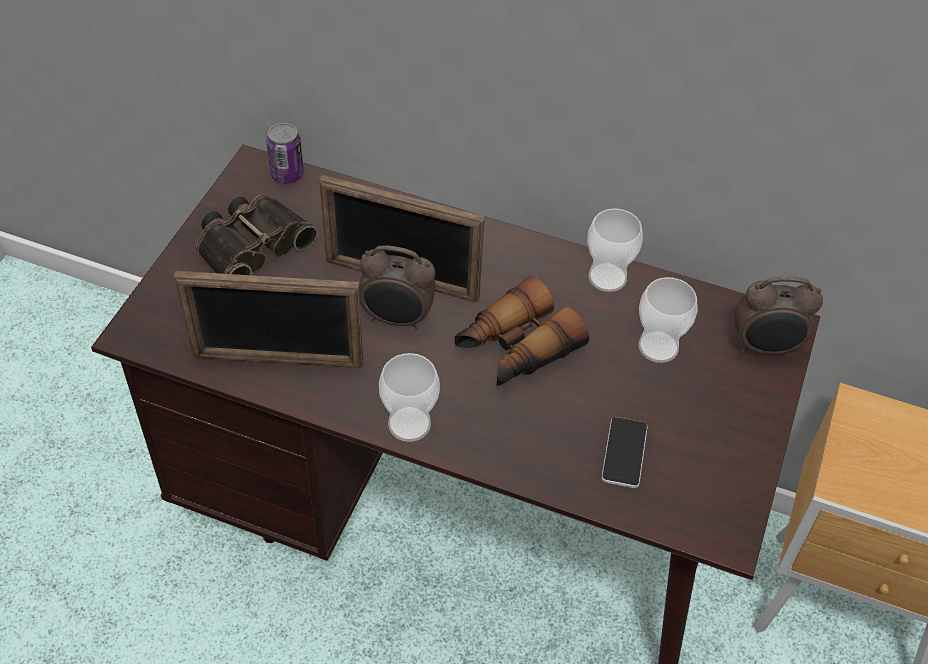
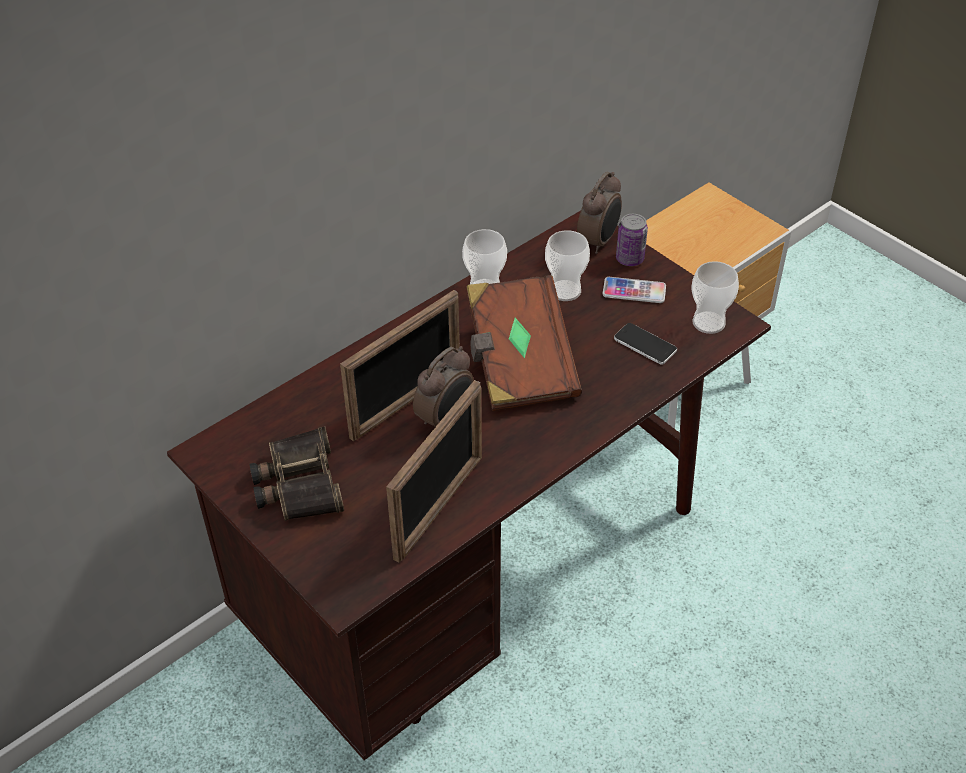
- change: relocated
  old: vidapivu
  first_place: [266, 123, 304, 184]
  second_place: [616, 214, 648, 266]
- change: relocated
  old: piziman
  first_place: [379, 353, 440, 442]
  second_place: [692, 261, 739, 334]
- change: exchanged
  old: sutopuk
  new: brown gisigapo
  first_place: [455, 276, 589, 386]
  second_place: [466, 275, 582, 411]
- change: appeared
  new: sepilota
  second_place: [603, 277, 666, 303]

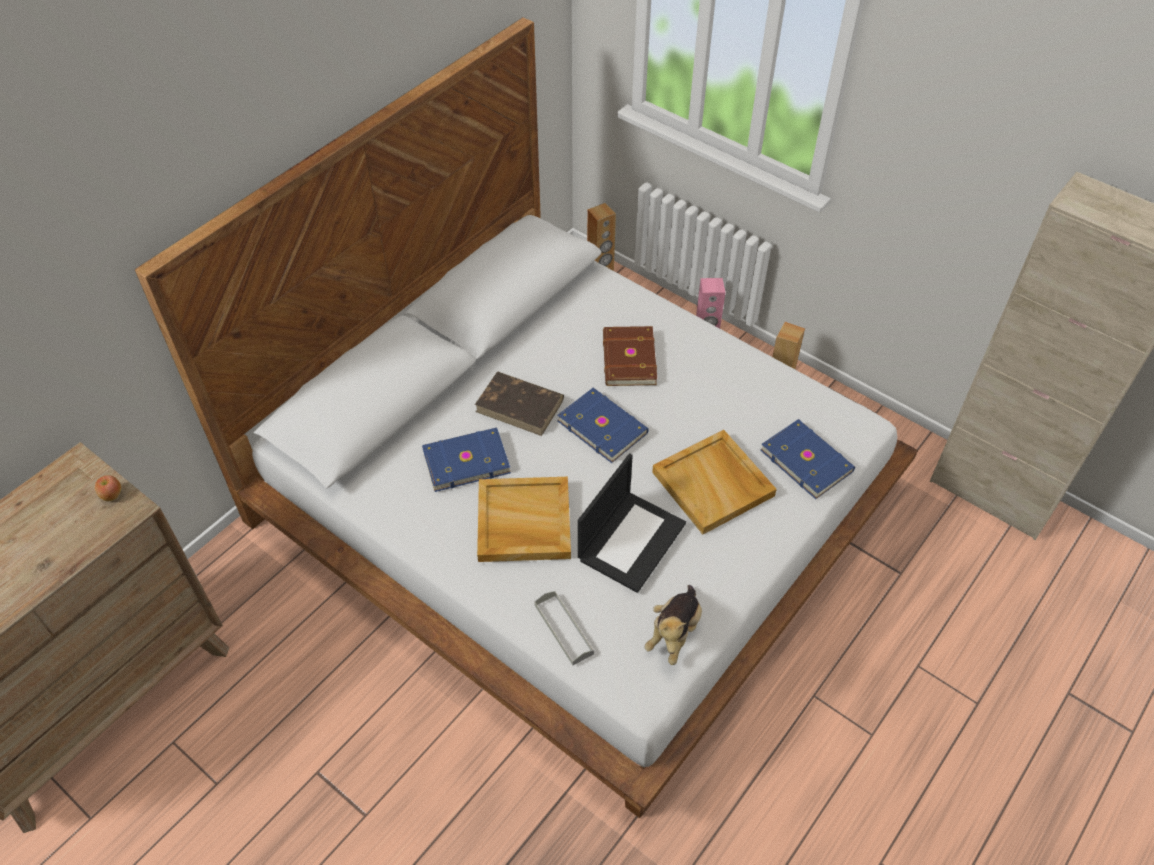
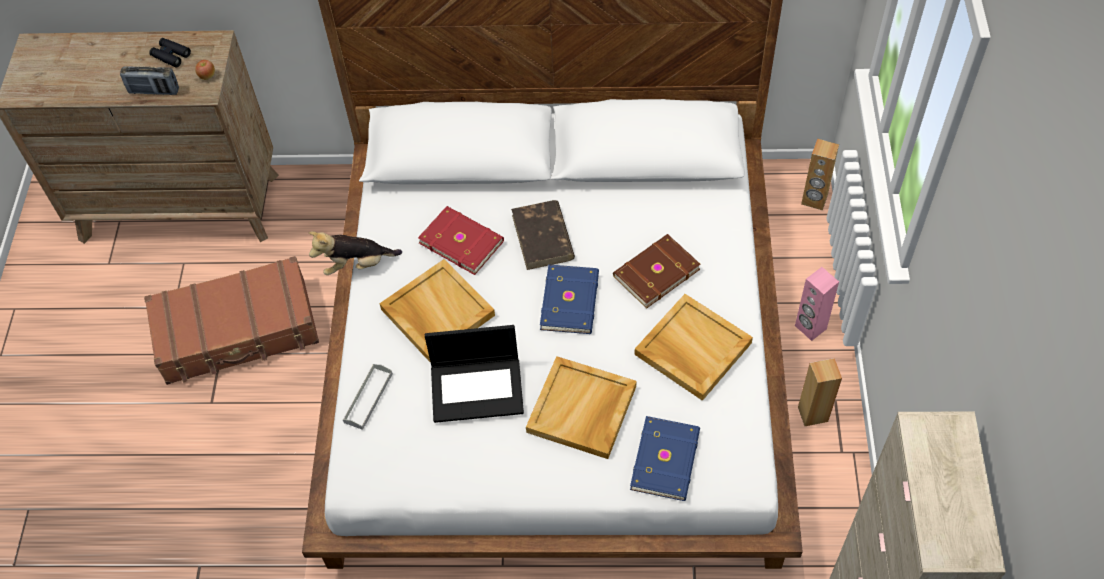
- change: colour
  old: blue gisigapo
  new: red gisigapo
  first_place: [422, 428, 511, 492]
  second_place: [418, 206, 504, 275]
- change: relocated
  old: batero
  first_place: [645, 585, 702, 665]
  second_place: [309, 231, 402, 275]
- change: appeared
  new: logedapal
  second_place: [120, 67, 179, 95]
- change: appeared
  new: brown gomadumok
  second_place: [144, 256, 319, 385]
- change: appeared
  new: black sutopuk
  second_place: [149, 38, 191, 67]
- change: appeared
  new: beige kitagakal
  second_place: [634, 294, 753, 401]

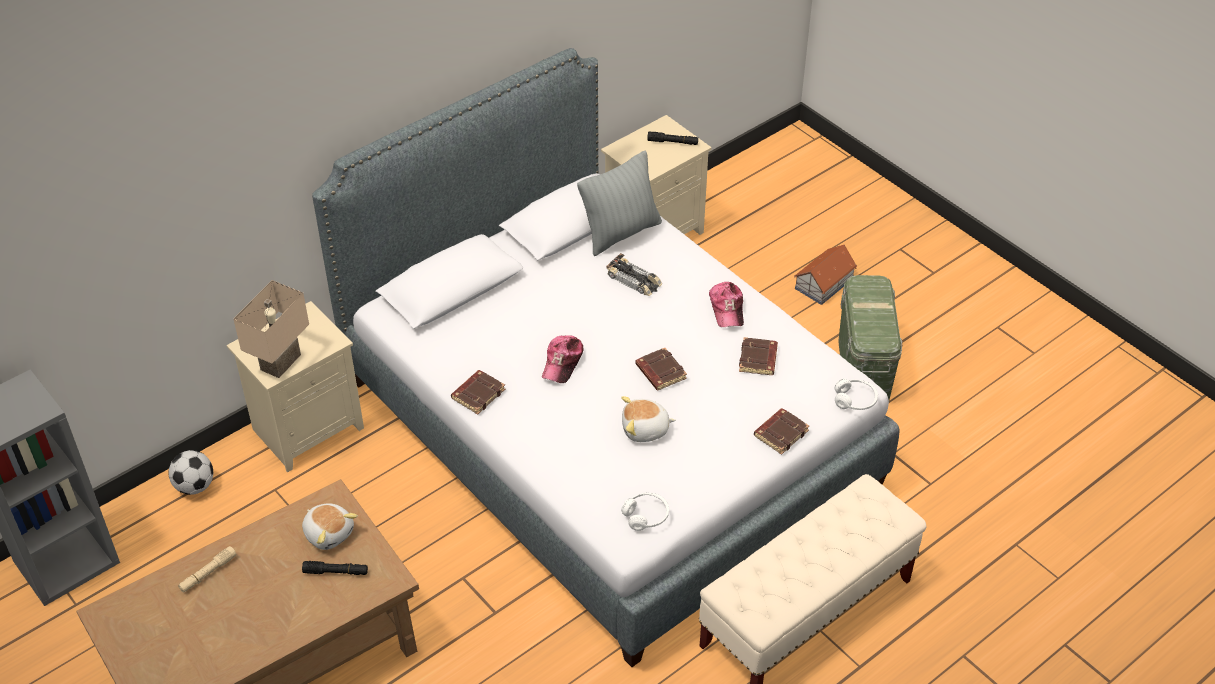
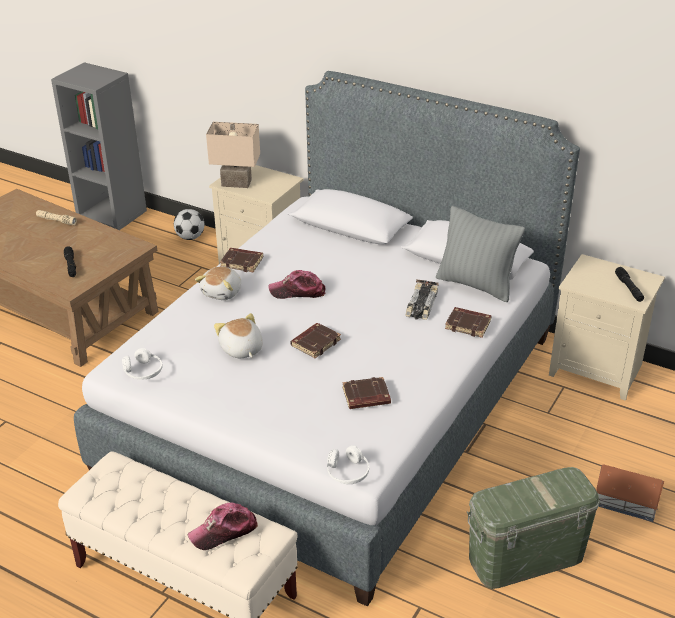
- change: relocated
  old: batero
  first_place: [302, 503, 358, 550]
  second_place: [195, 267, 241, 300]
- change: relocated
  old: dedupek
  first_place: [709, 282, 744, 327]
  second_place: [188, 503, 258, 550]
- change: relocated
  old: brown gisigapo
  first_place: [754, 408, 809, 455]
  second_place: [445, 307, 491, 338]

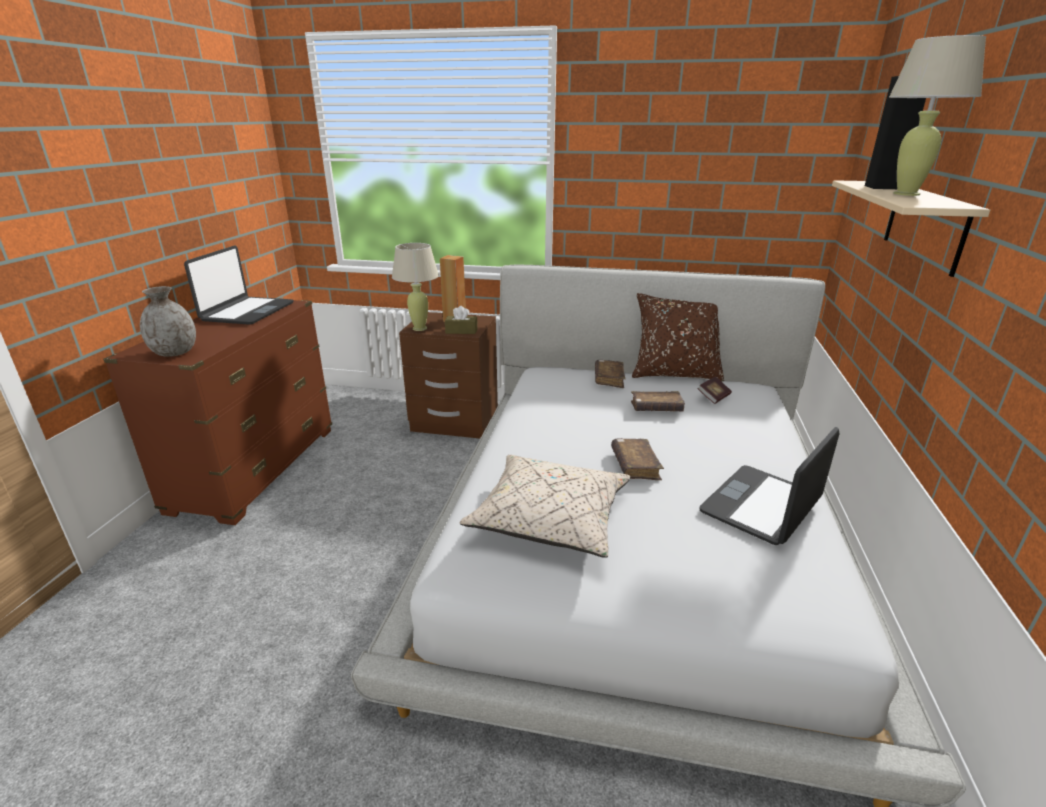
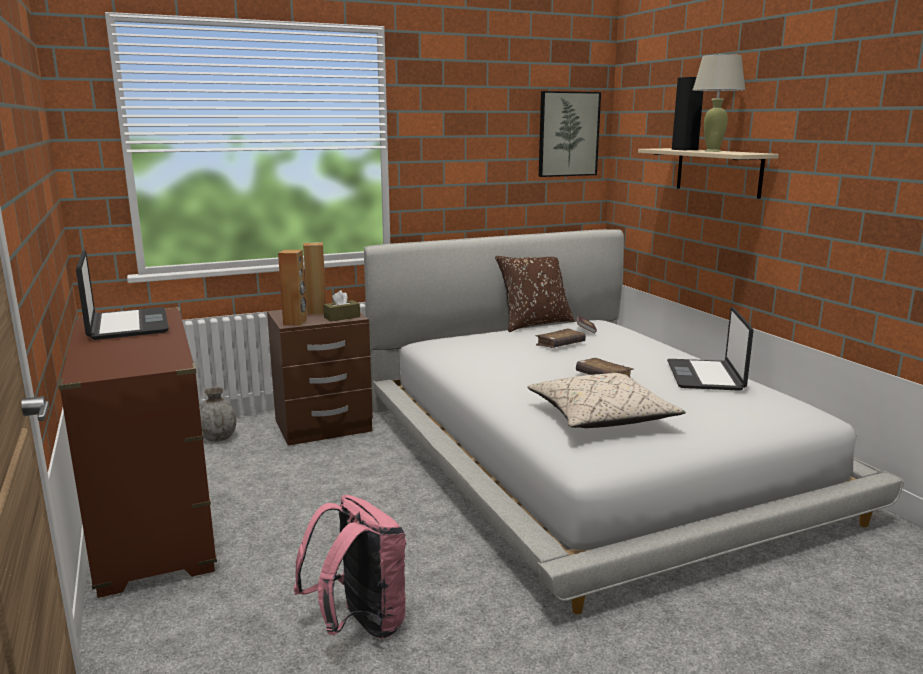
- change: relocated
  old: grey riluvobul
  first_place: [140, 286, 196, 357]
  second_place: [200, 387, 236, 442]
- change: exchanged
  old: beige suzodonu
  new: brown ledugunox
  first_place: [392, 243, 439, 331]
  second_place: [278, 250, 307, 326]
- change: missing
  old: brown gisigapo
  first_place: [595, 360, 626, 388]
- change: appeared
  new: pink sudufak
  second_place: [294, 495, 406, 638]
- change: appeared
  new: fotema
  second_place: [539, 91, 601, 177]

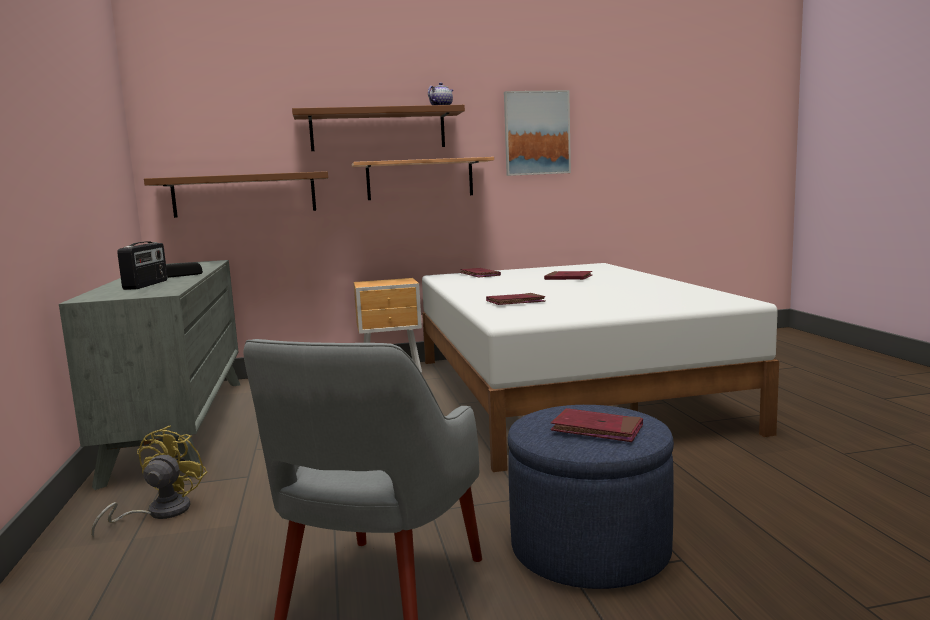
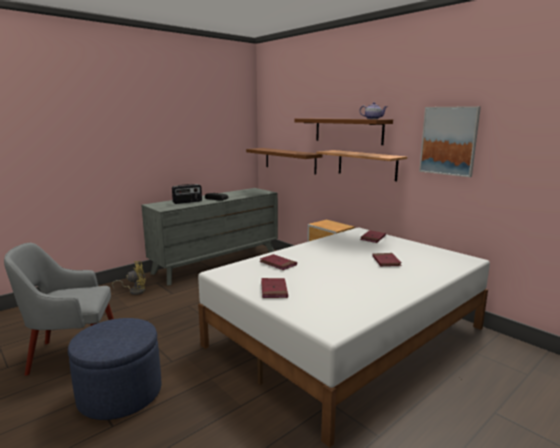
- change: relocated
  old: red gisigapo
  first_place: [550, 408, 643, 442]
  second_place: [261, 278, 288, 298]

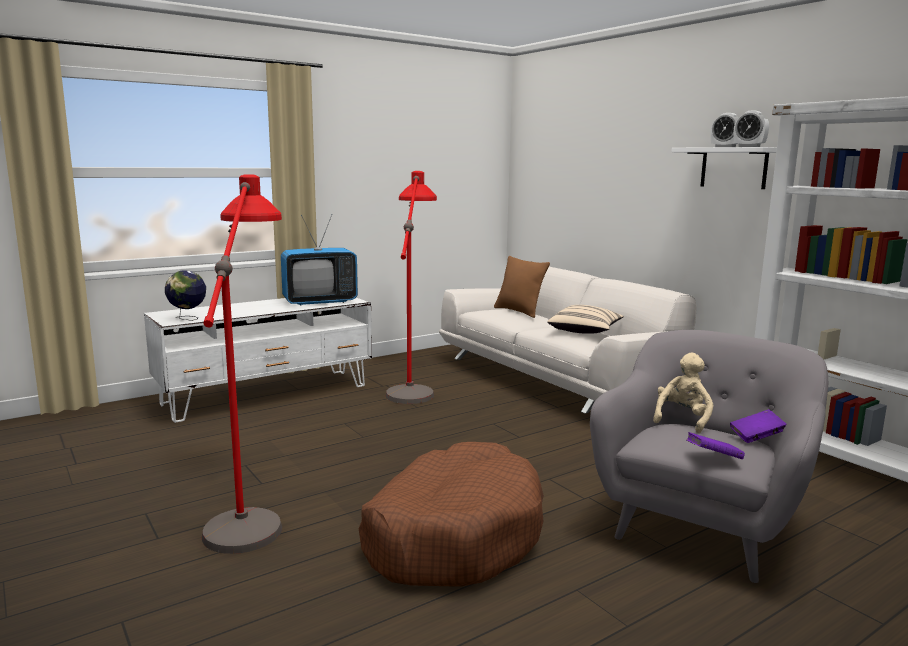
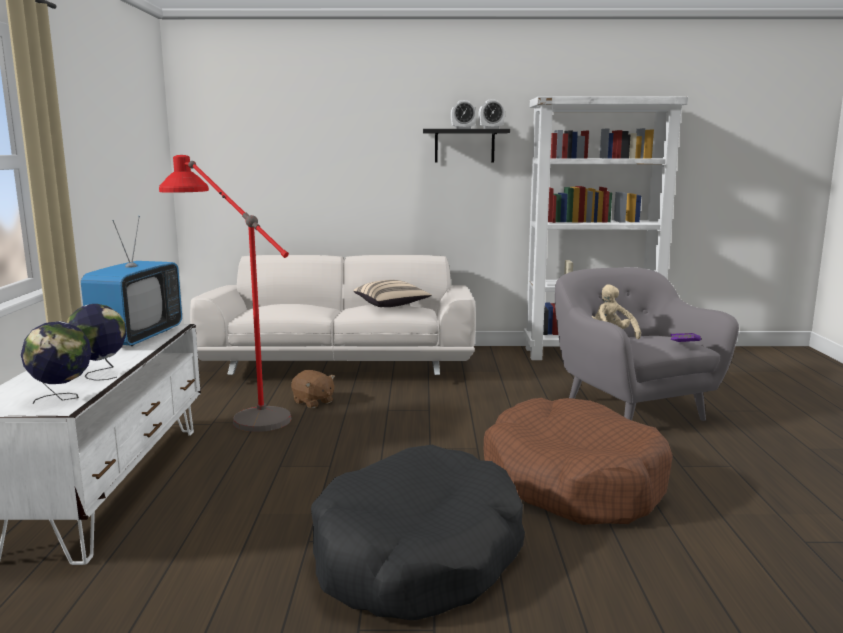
- change: exchanged
  old: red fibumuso
  new: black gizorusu
  first_place: [202, 174, 282, 554]
  second_place: [311, 445, 525, 620]
- change: missing
  old: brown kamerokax
  first_place: [494, 256, 550, 318]
- change: colour
  old: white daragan
  new: black daragan
  first_place: [671, 147, 777, 189]
  second_place: [423, 129, 510, 163]
- change: missing
  old: purple gisigapo
  first_place: [730, 409, 787, 443]
- change: appeared
  new: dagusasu
  second_place: [67, 304, 127, 381]
- change: appeared
  new: brown batero
  second_place: [291, 370, 335, 408]

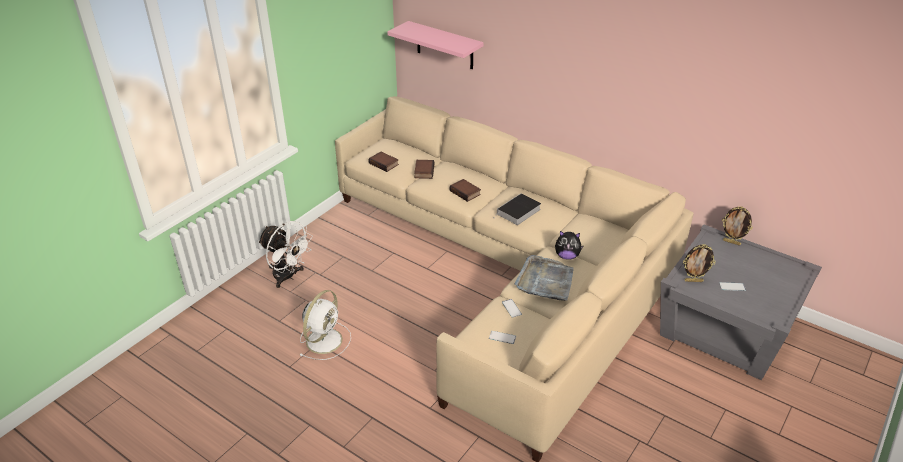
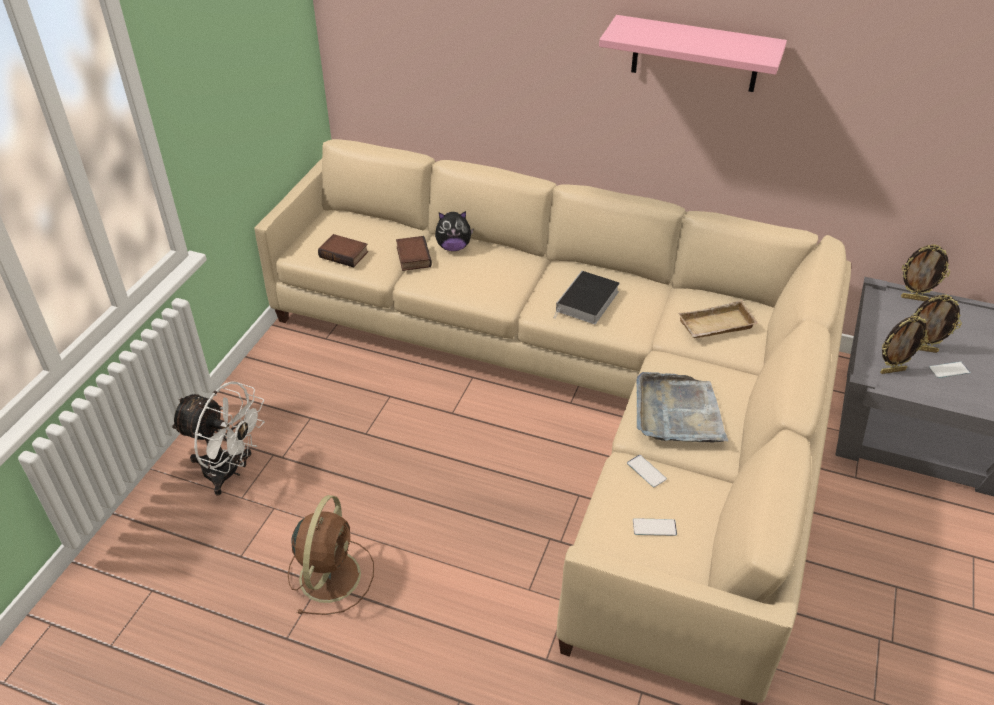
- change: colour
  old: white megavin
  new: brown megavin
  first_place: [300, 290, 351, 360]
  second_place: [288, 495, 374, 615]
- change: relocated
  old: pink daragan
  first_place: [387, 21, 484, 69]
  second_place: [599, 15, 787, 92]
- change: missing
  old: gisigapo
  first_place: [449, 179, 481, 202]
- change: relocated
  old: batero
  first_place: [555, 231, 584, 260]
  second_place: [435, 211, 474, 251]
- change: appeared
  new: beige kitagakal
  second_place: [678, 300, 758, 338]
- change: appeared
  new: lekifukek
  second_place: [911, 294, 962, 353]

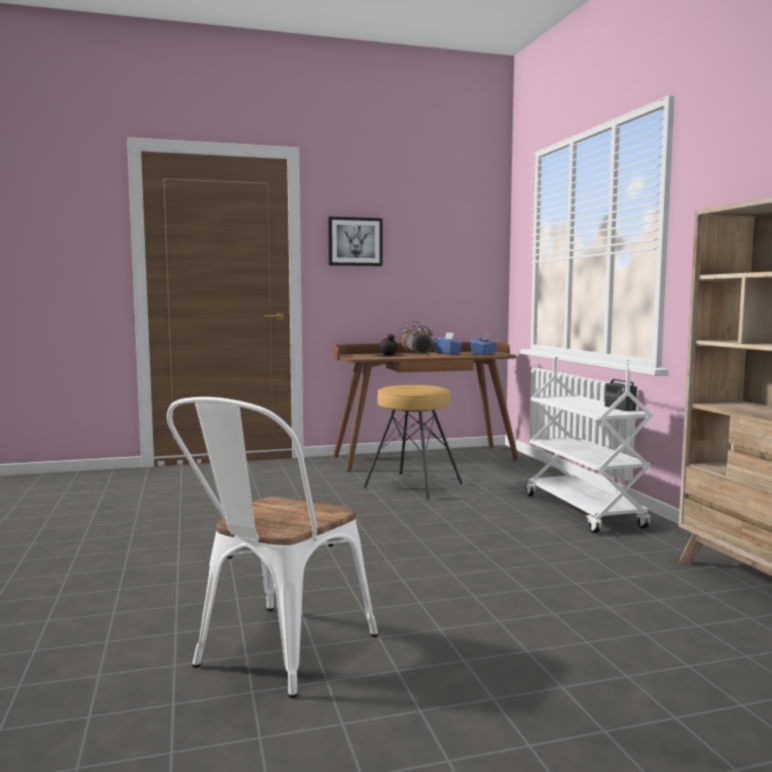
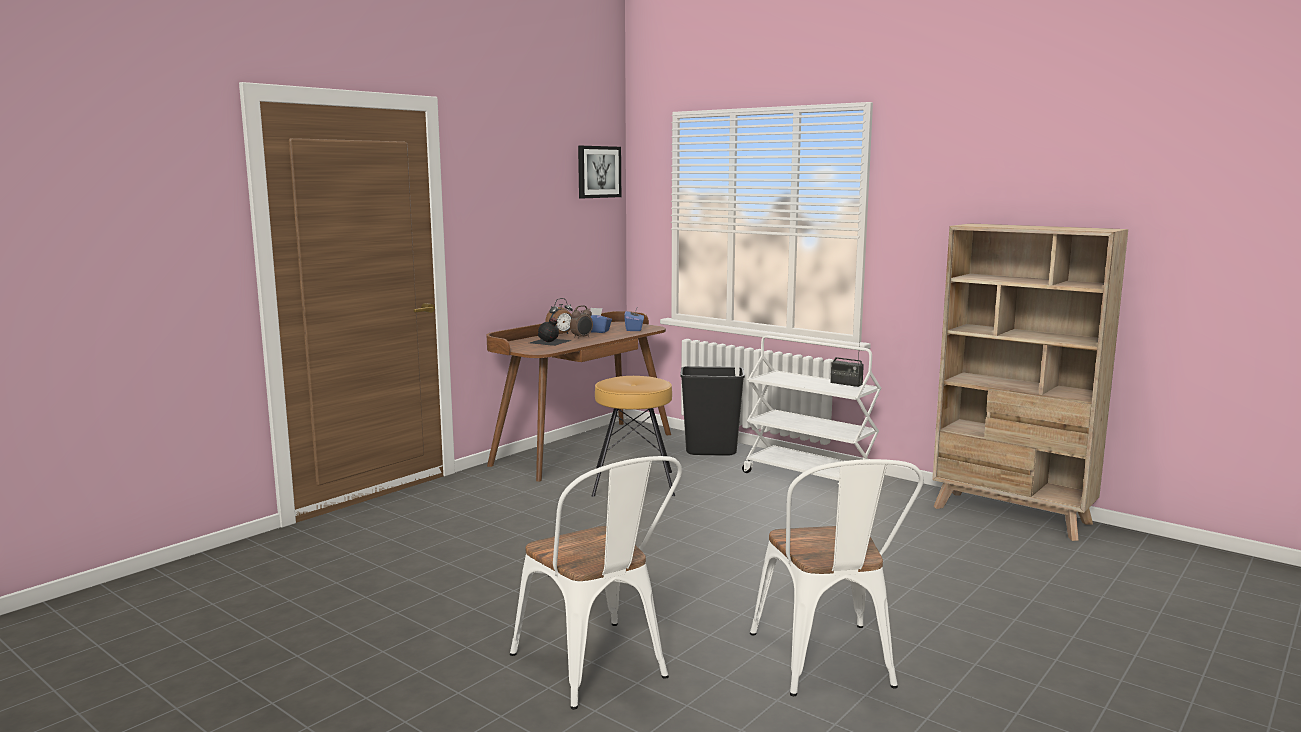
- change: relocated
  old: fotema
  first_place: [328, 216, 383, 266]
  second_place: [578, 146, 621, 198]
- change: appeared
  new: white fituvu
  second_place: [510, 456, 682, 710]
- change: appeared
  new: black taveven
  second_place: [680, 366, 745, 456]

